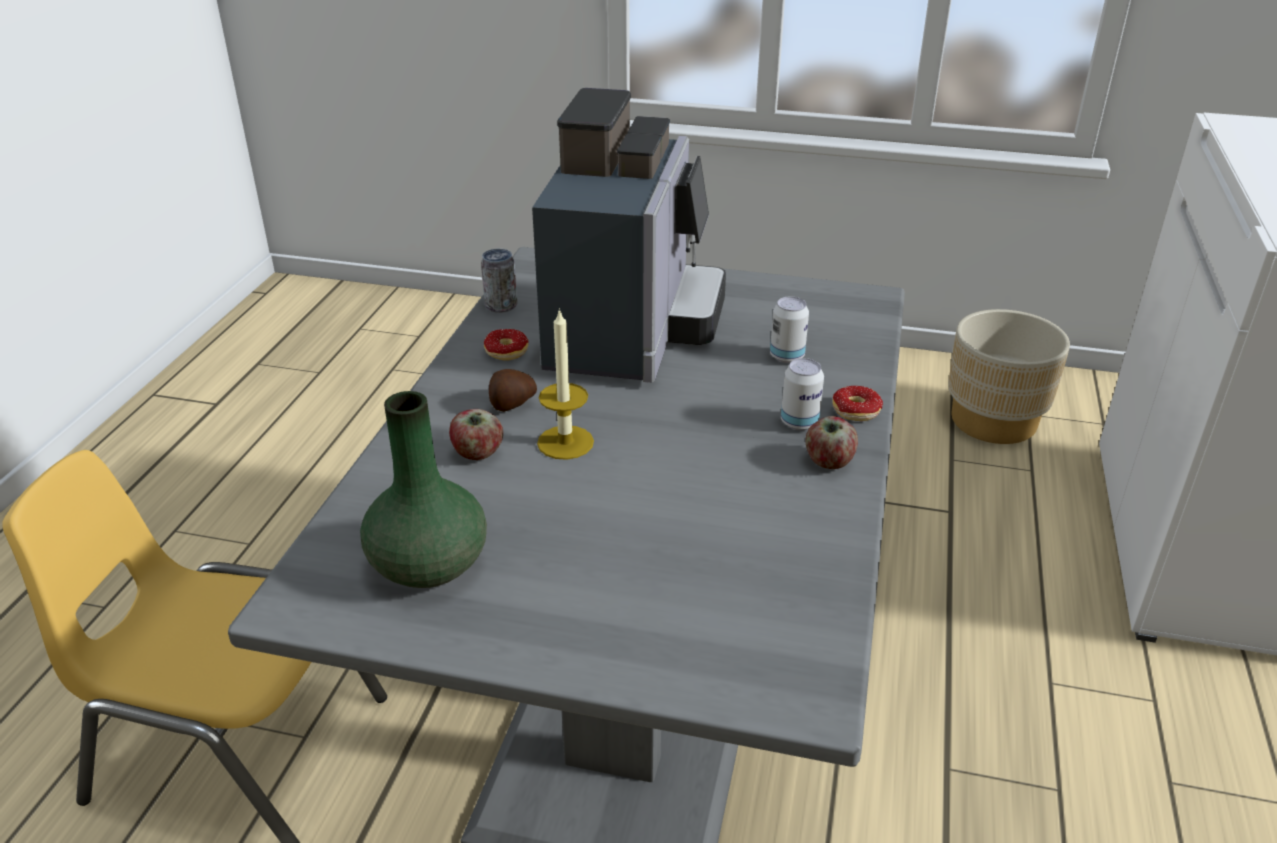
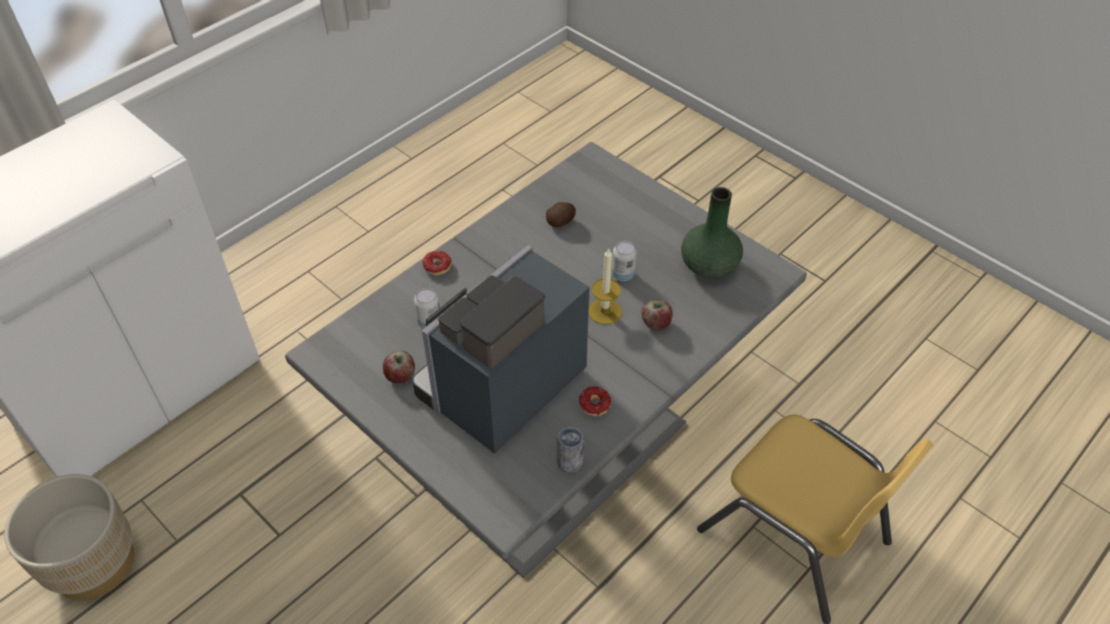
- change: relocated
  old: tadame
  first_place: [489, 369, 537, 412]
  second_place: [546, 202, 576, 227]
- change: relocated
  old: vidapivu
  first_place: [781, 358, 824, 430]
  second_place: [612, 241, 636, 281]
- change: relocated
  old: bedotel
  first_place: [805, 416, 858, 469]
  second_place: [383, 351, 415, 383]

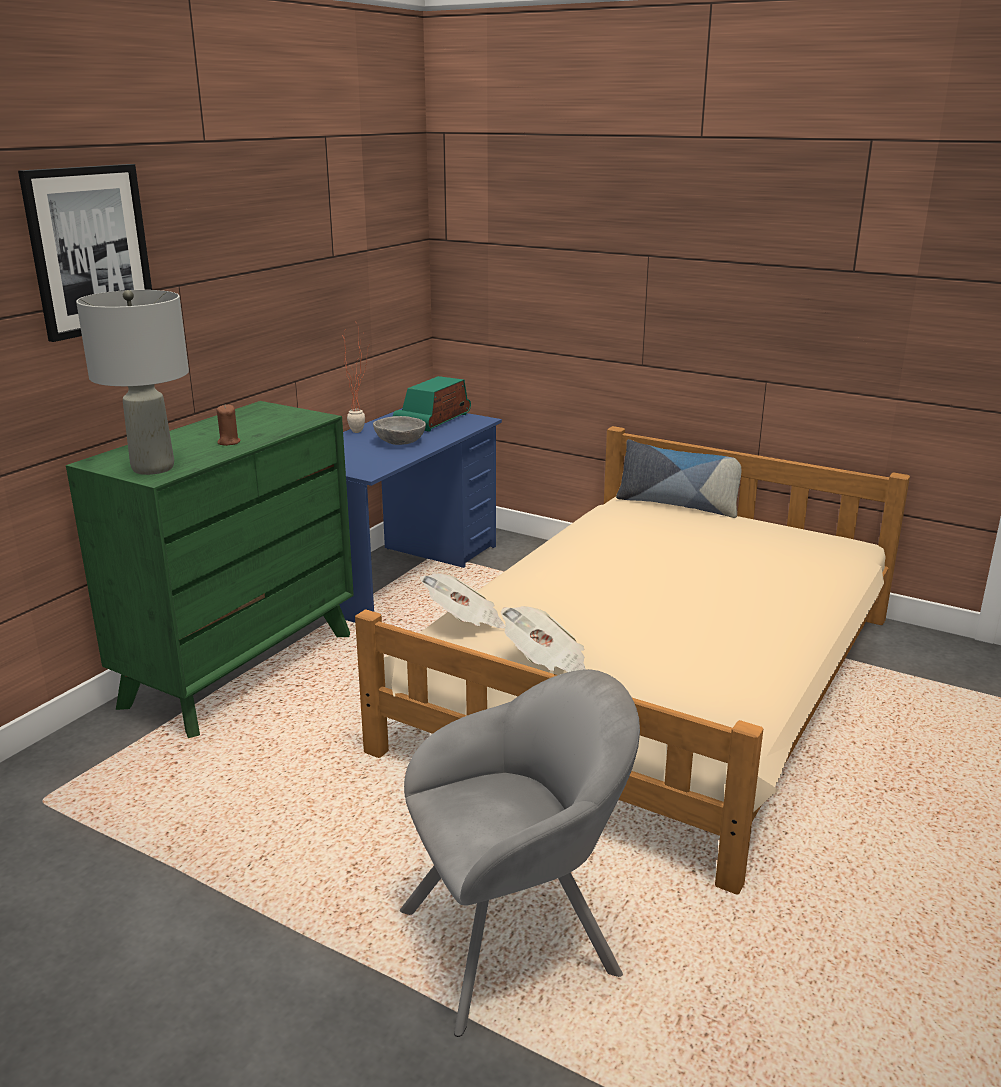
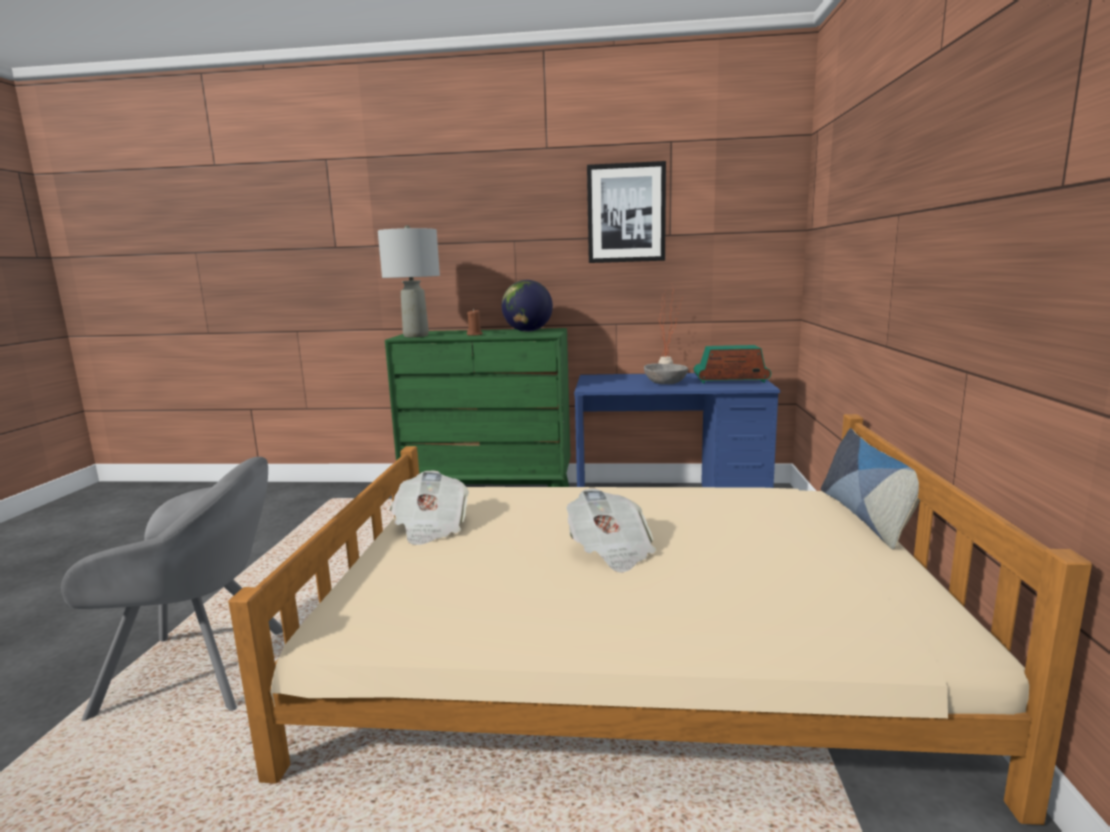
- change: relocated
  old: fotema
  first_place: [18, 164, 152, 342]
  second_place: [587, 161, 666, 263]
- change: spun
  old: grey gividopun
  first_place: [400, 669, 640, 1037]
  second_place: [61, 457, 283, 721]
  degrees: -45
- change: relocated
  old: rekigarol
  first_place: [420, 573, 505, 629]
  second_place: [566, 488, 656, 573]
- change: appeared
  new: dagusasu
  second_place: [502, 280, 553, 332]

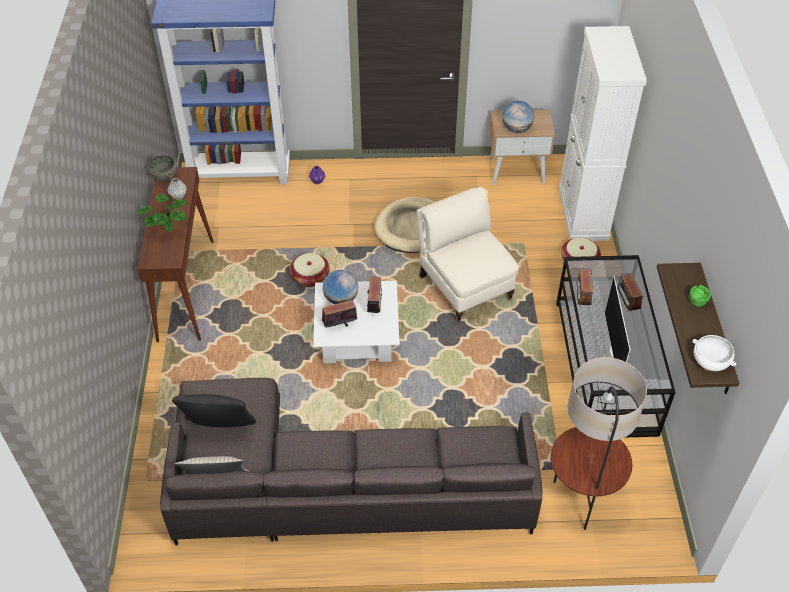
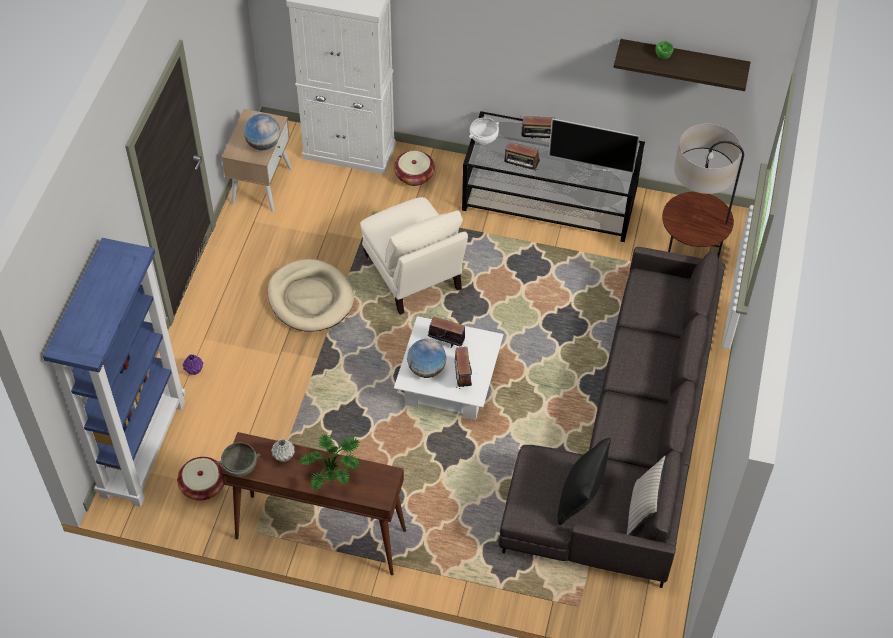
- change: relocated
  old: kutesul
  first_place: [290, 253, 330, 287]
  second_place: [177, 457, 224, 501]
- change: spun
  old: beige gividopun
  first_place: [417, 187, 519, 323]
  second_place: [360, 197, 468, 315]
  degrees: -105
- change: relocated
  old: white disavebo
  first_place: [693, 335, 736, 371]
  second_place: [469, 118, 499, 145]

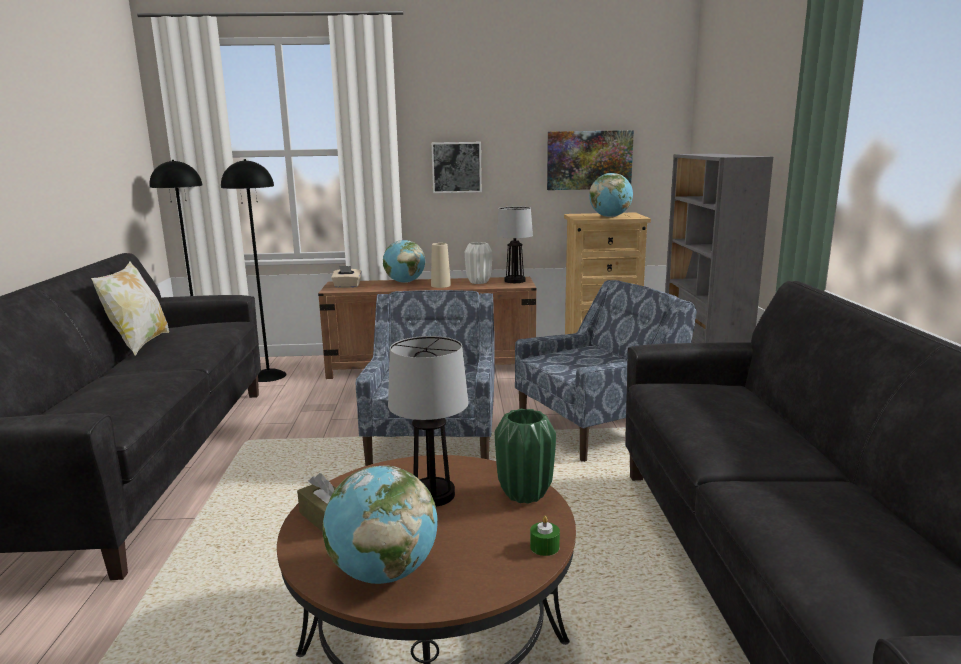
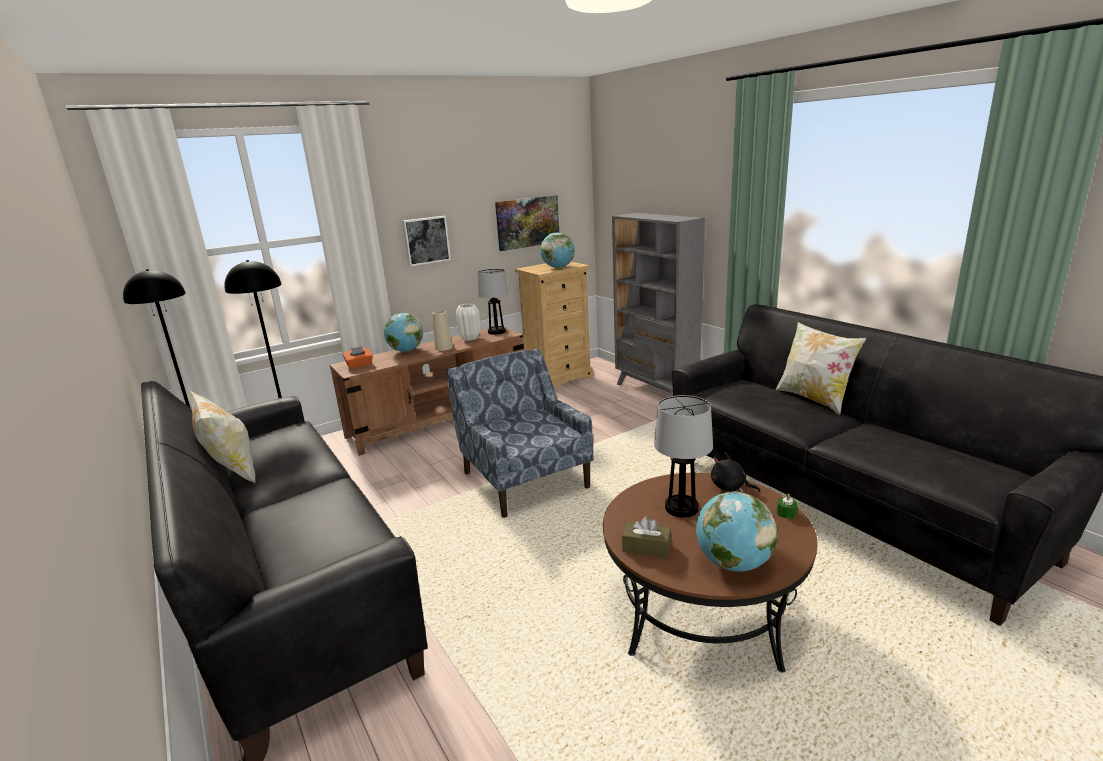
- change: colour
  old: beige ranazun
  new: orange ranazun
  first_place: [331, 266, 362, 288]
  second_place: [343, 346, 373, 369]
- change: exchanged
  old: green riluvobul
  new: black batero
  first_place: [495, 409, 556, 504]
  second_place: [711, 453, 760, 492]
- change: missing
  old: blue gividopun
  first_place: [515, 280, 696, 462]
- change: appeared
  new: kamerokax
  second_place: [775, 322, 866, 415]

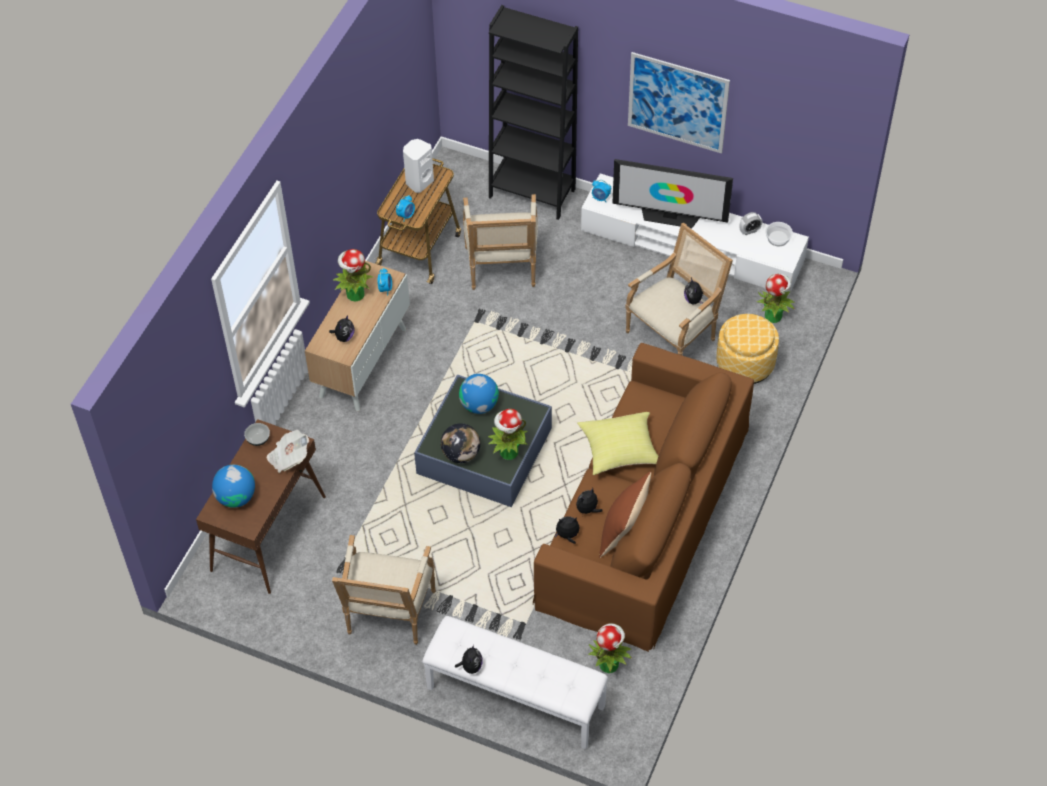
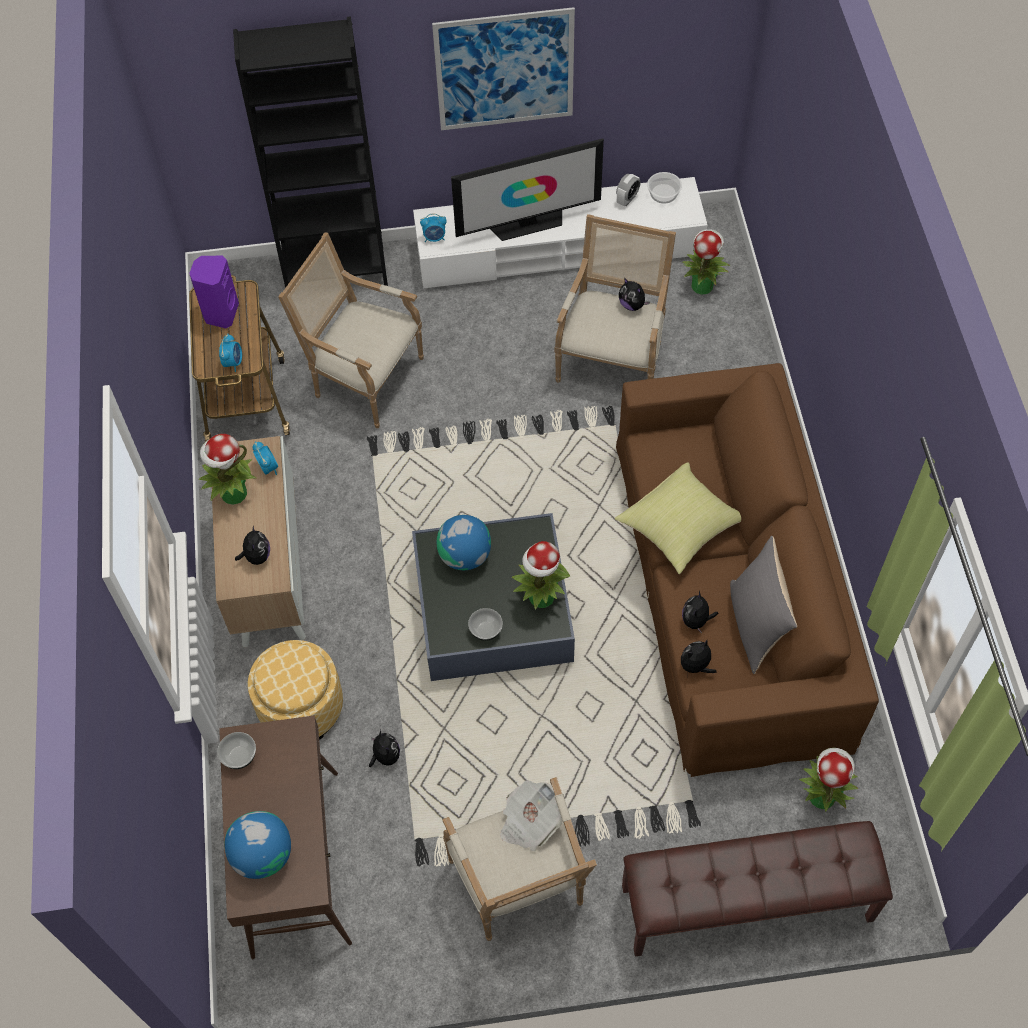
- change: relocated
  old: rekigarol
  first_place: [266, 430, 309, 473]
  second_place: [500, 780, 562, 852]
- change: colour
  old: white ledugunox
  new: purple ledugunox
  first_place: [403, 139, 434, 193]
  second_place: [189, 256, 239, 328]
- change: colour
  old: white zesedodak
  new: brown zesedodak
  first_place: [422, 616, 608, 749]
  second_place: [622, 821, 893, 957]
- change: exchanged
  old: dagusasu
  new: disavebo
  first_place: [441, 423, 480, 463]
  second_place: [468, 608, 503, 641]
- change: relocated
  old: batero
  first_place: [455, 644, 483, 674]
  second_place: [369, 730, 400, 767]
- change: spun
  old: gividopun
  first_place: [463, 194, 538, 290]
  second_place: [278, 232, 424, 428]
  degrees: 150
- change: colour
  old: brown kamerokax
  new: grey kamerokax
  first_place: [599, 472, 651, 558]
  second_place: [730, 536, 797, 674]
- change: relocated
  old: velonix
  first_place: [716, 314, 779, 384]
  second_place: [248, 640, 343, 740]

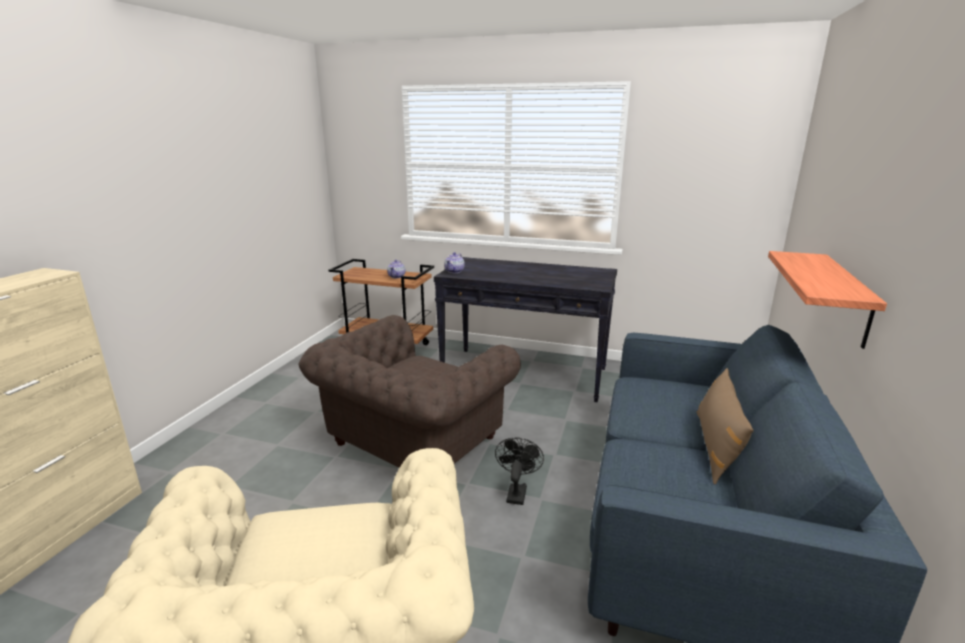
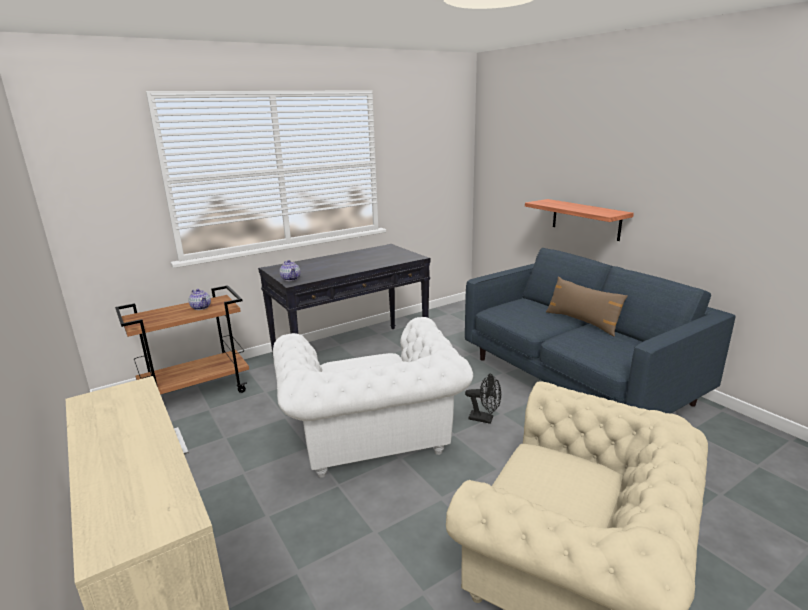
- change: colour
  old: brown gividopun
  new: white gividopun
  first_place: [299, 315, 521, 468]
  second_place: [273, 317, 473, 478]
- change: spun
  old: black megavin
  first_place: [495, 438, 544, 505]
  second_place: [465, 374, 501, 424]
  degrees: 150

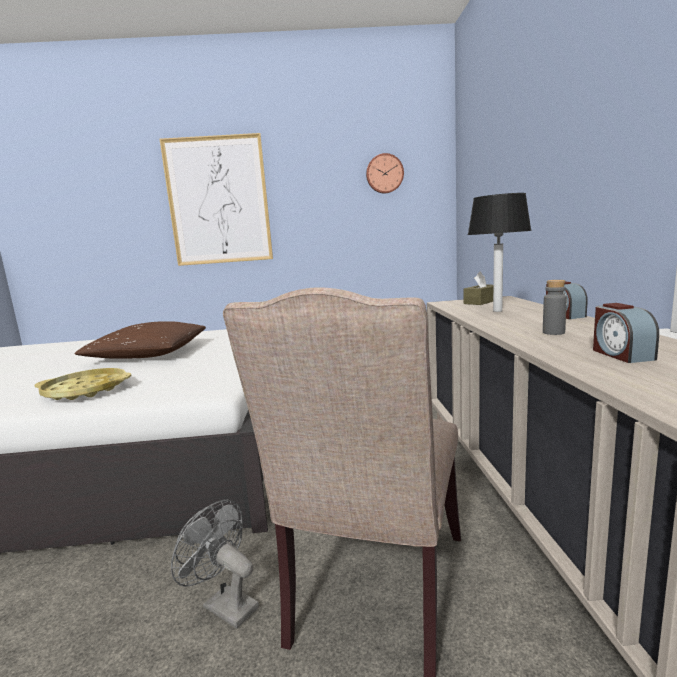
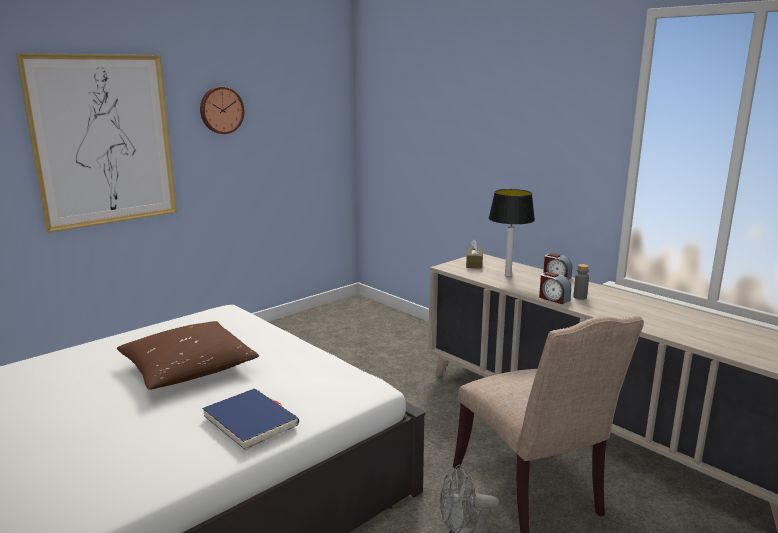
- change: exchanged
  old: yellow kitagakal
  new: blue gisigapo
  first_place: [34, 368, 132, 400]
  second_place: [202, 388, 299, 451]
- change: relocated
  old: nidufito
  first_place: [366, 153, 404, 194]
  second_place: [200, 87, 244, 134]
- change: relocated
  old: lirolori
  first_place: [593, 303, 659, 363]
  second_place: [539, 272, 571, 304]

